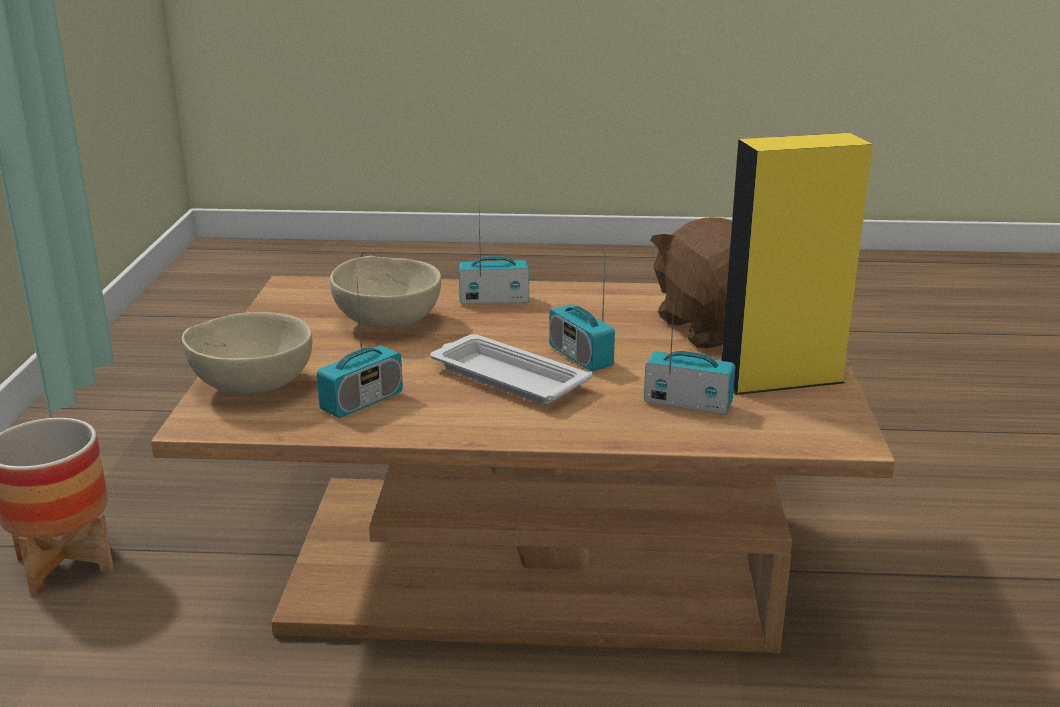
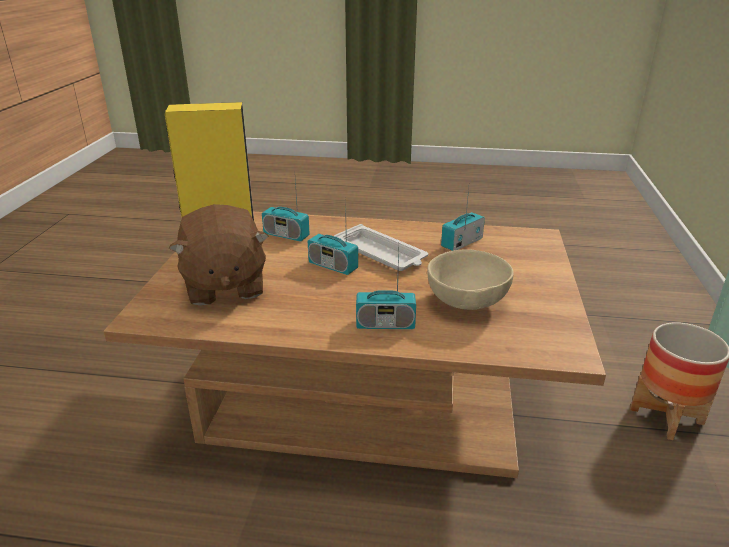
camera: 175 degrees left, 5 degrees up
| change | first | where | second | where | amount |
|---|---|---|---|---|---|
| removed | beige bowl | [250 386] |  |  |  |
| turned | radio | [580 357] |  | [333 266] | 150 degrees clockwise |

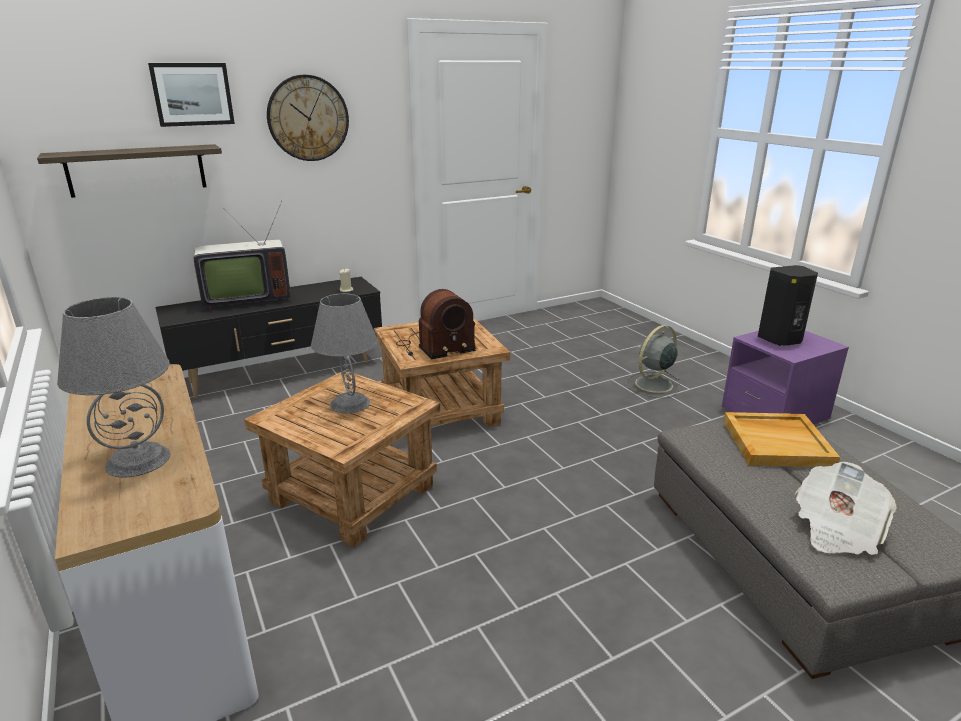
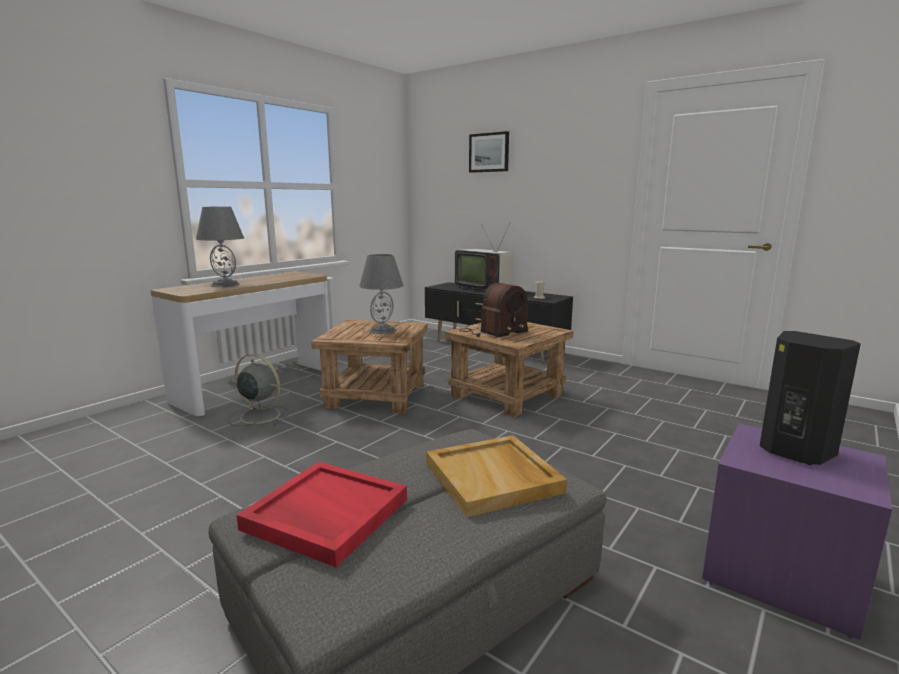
camera: 65 degrees right, 10 degrees down
| change | first | where | second | where | amount |
|---|---|---|---|---|---|
| removed | shelf | [137 170] |  |  |  |
| removed | wall clock | [308 118] |  |  |  |
| moved | grey fan | [652 385] |  | [258 416] |  |
| replaced | newspaper | [836 529] | red tray | [324 514] |  |
| turned | radio | [434 347] |  | [492 332] | 75 degrees counterclockwise |

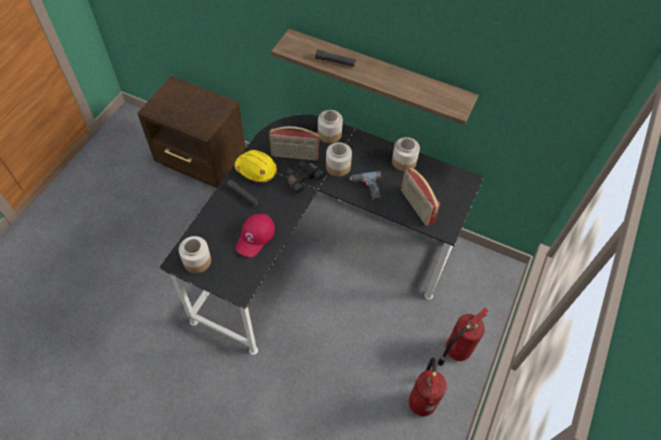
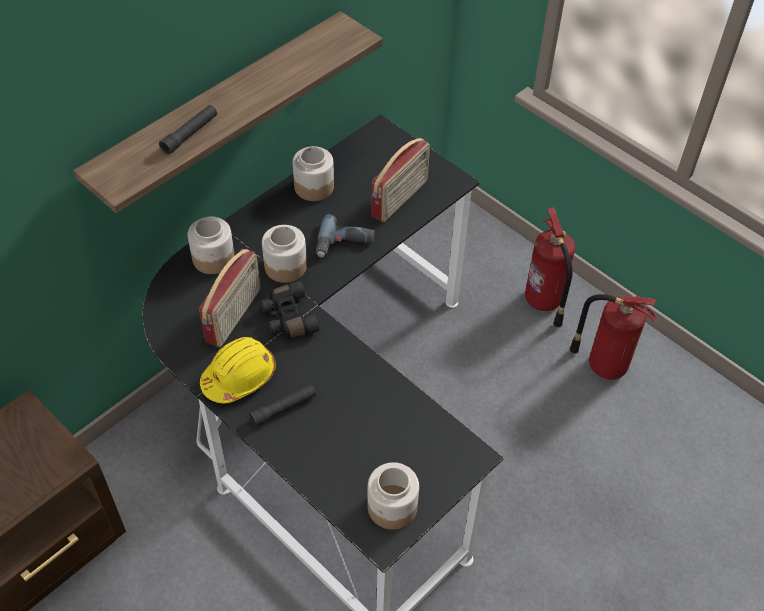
camera: 70 degrees left, 5 degrees down
| change | first | where | second | where | amount |
|---|---|---|---|---|---|
| removed | red cap | [255 237] |  |  |  |
| turned | radio | [416 206] |  | [400 199] | 45 degrees counterclockwise |

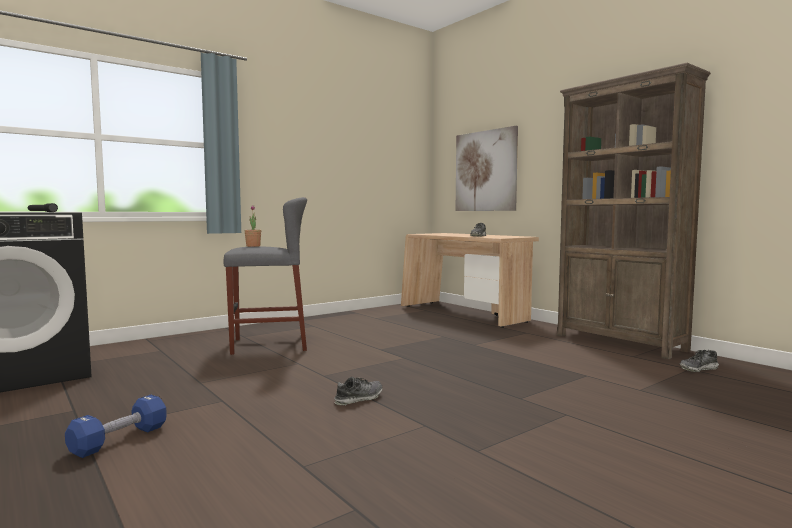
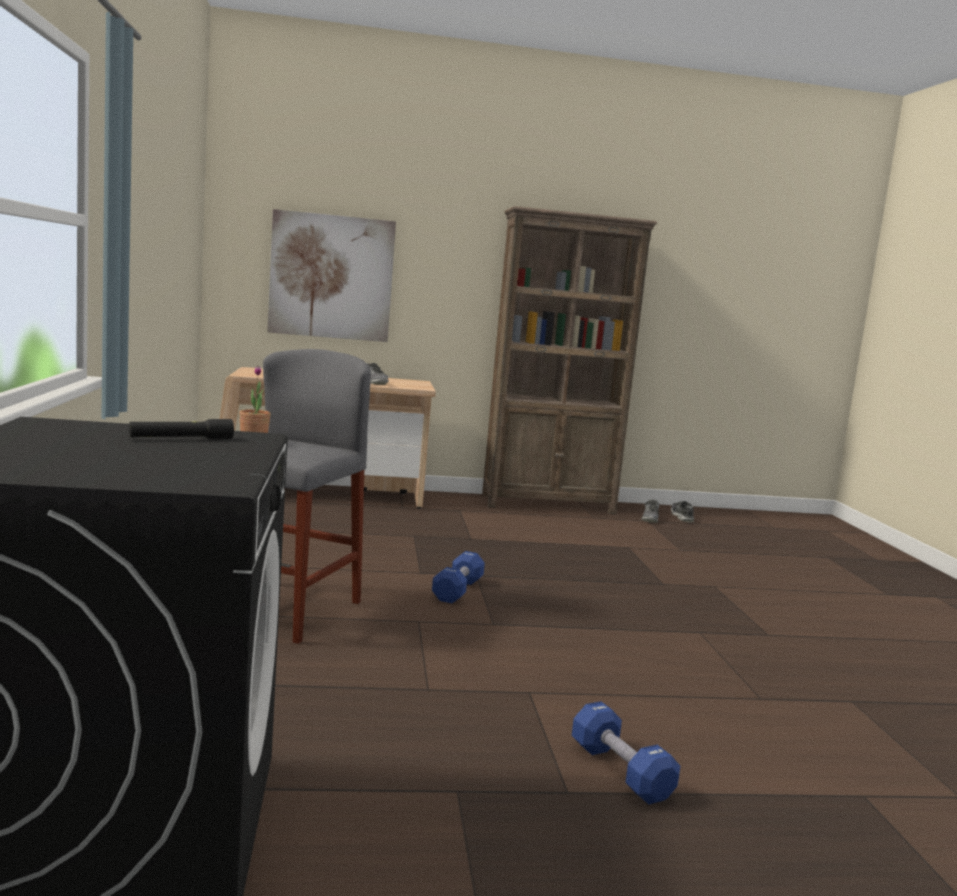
camera: 60 degrees left, 5 degrees up
| change | first | where | second | where | amount |
|---|---|---|---|---|---|
| added |  |  | blue dumbbell | [457 590] |  |
| moved | shoe | [359 399] |  | [681 517] |  |

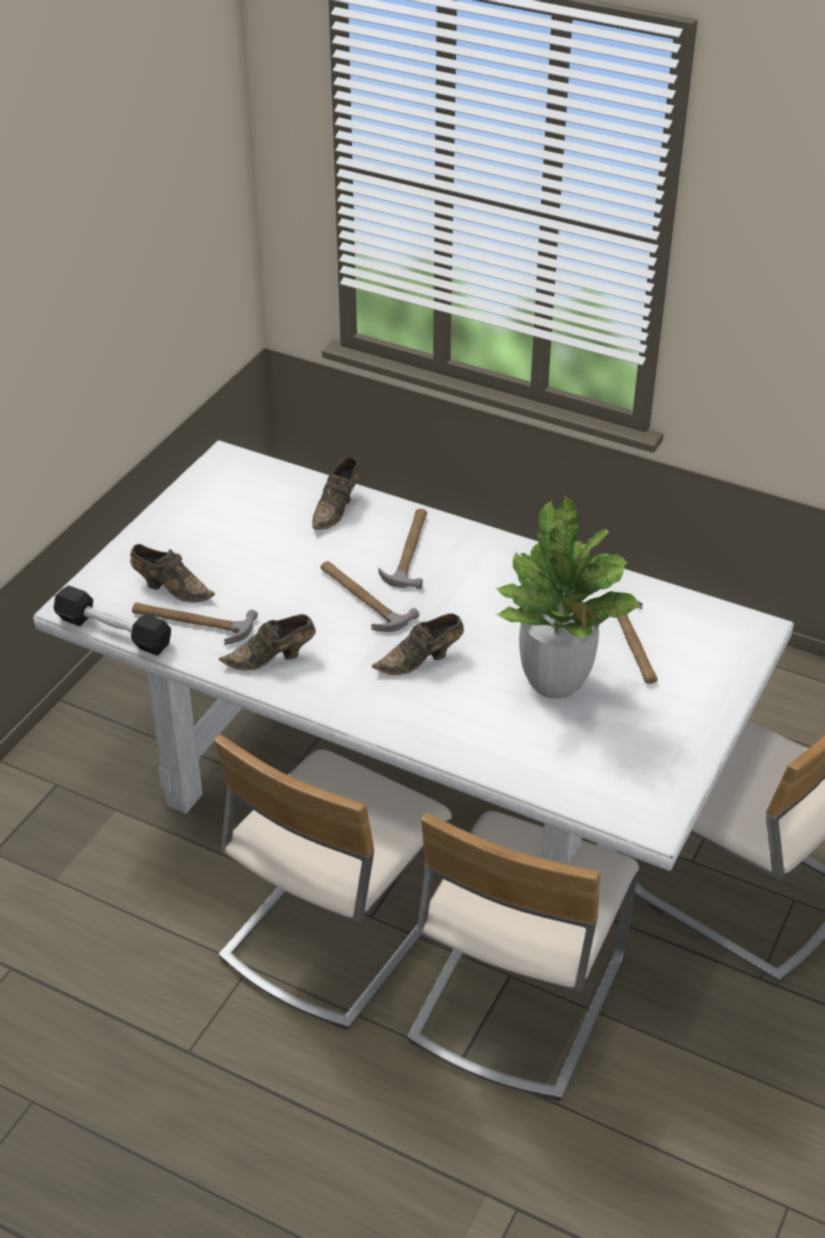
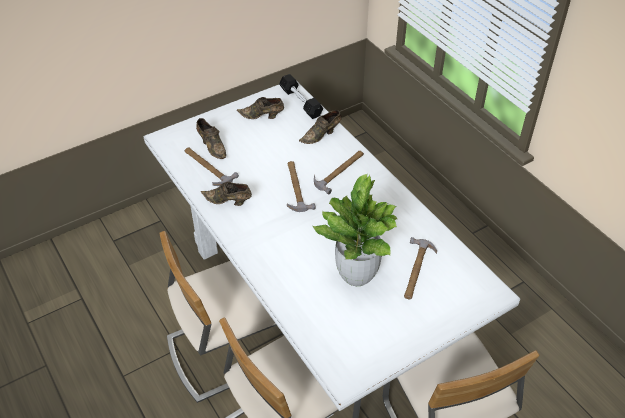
camera: 30 degrees right, 5 degrees up
| change | first | where | second | where | amount |
|---|---|---|---|---|---|
| moved | black dumbbell | [114 632] |  | [300 102] |  |
| moved | brown shoe | [421 660] |  | [262 116] |  |

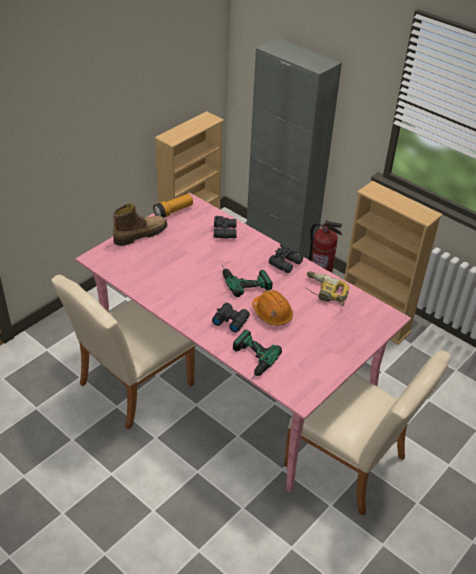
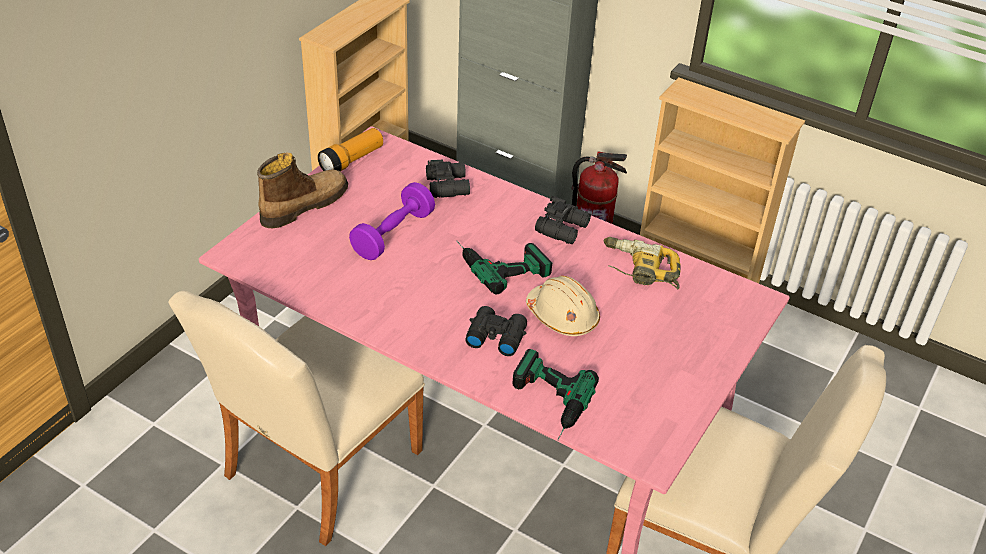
camera: 10 degrees left, 0 degrees up
| change | first | where | second | where | amount |
|---|---|---|---|---|---|
| added |  |  | purple dumbbell | [393 234] |  |
| recoloured | orange hard hat | [272 313] | beige hard hat | [562 316] |  |

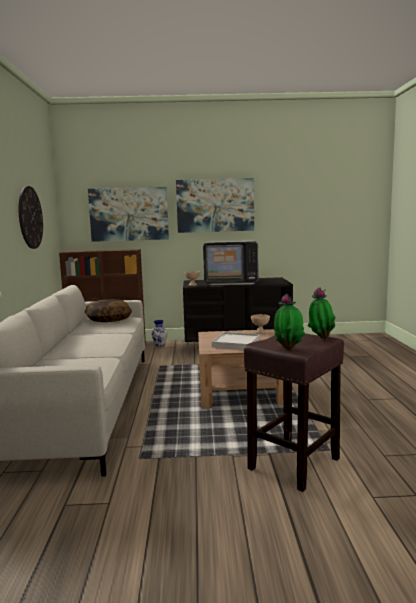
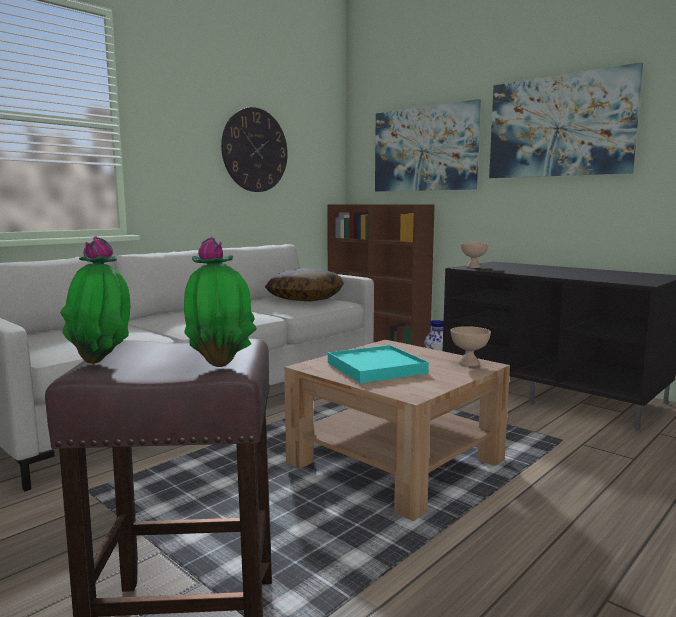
camera: 45 degrees right, 0 degrees up
| change | first | where | second | where | amount |
|---|---|---|---|---|---|
| removed | television | [231 282] |  |  |  |
| recoloured | white tray | [236 343] | turquoise tray | [376 368] |  |

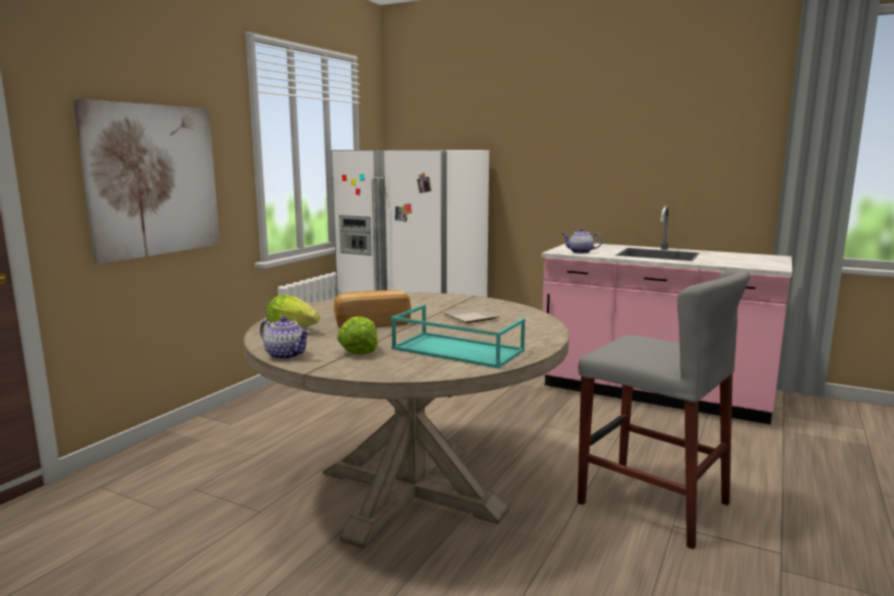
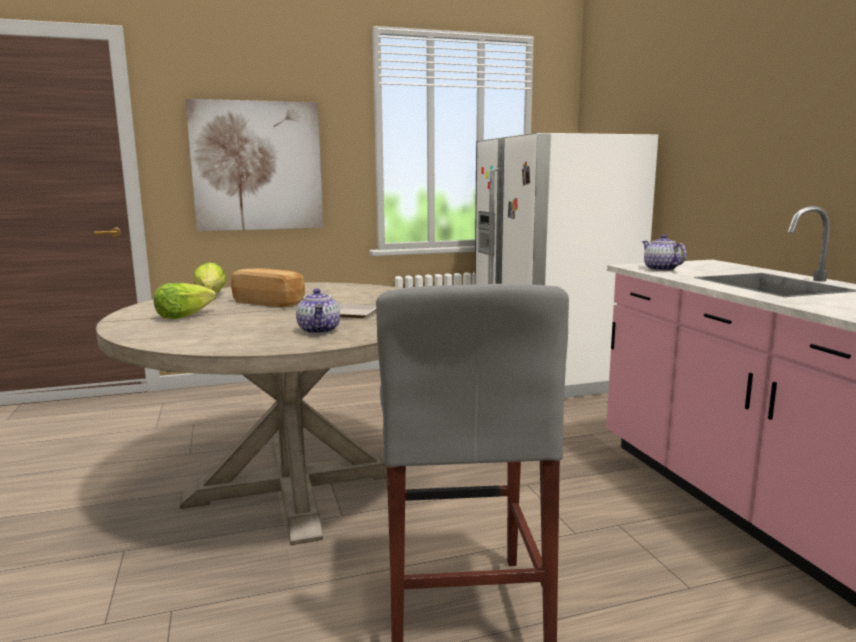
camera: 45 degrees right, 0 degrees up
| change | first | where | second | where | amount |
|---|---|---|---|---|---|
| removed | turquoise tray | [455 350] |  |  |  |
| moved | teapot | [287 355] |  | [320 331] |  |

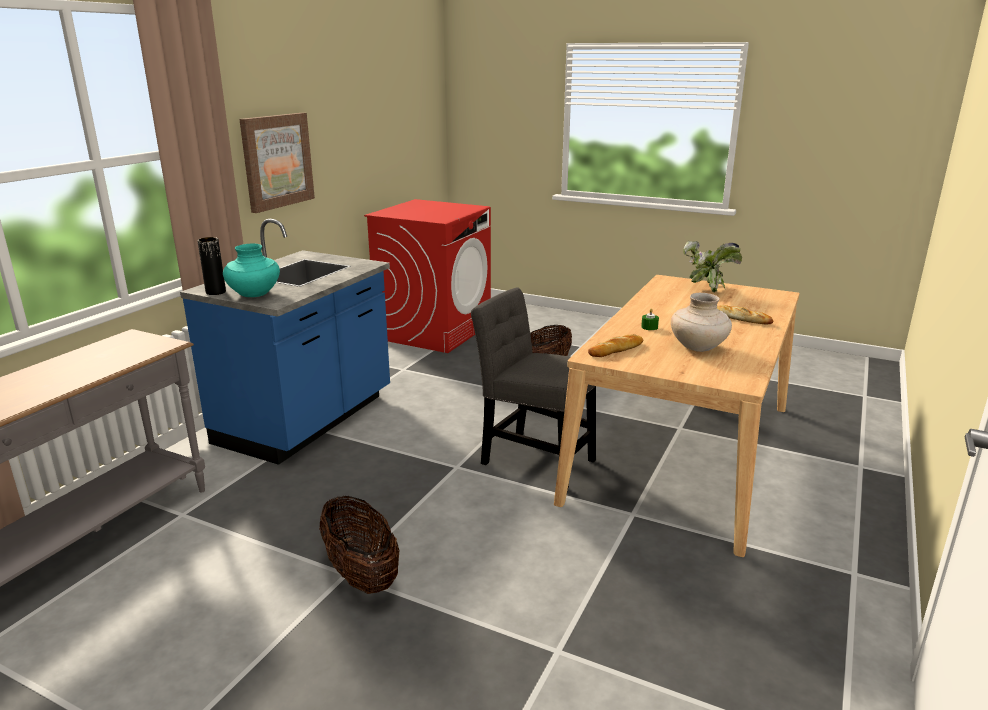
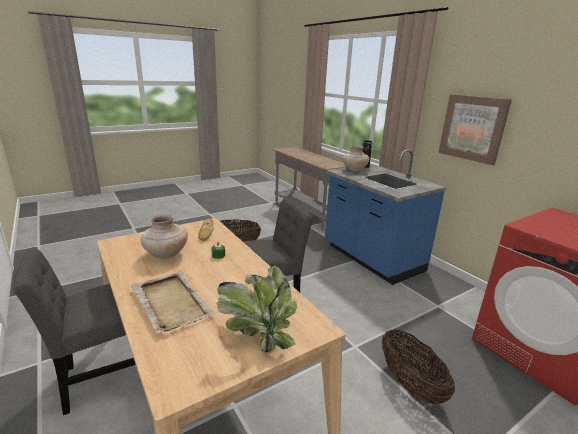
camera: 120 degrees right, 0 degrees up
| change | first | where | second | where | amount |
|---|---|---|---|---|---|
| added |  |  | grey chair | [104 377] |  |
| replaced | bread | [740 318] | beige tray | [171 302] |  |
| recoloured | turquoise vase | [254 294] | beige vase | [354 170] |  |

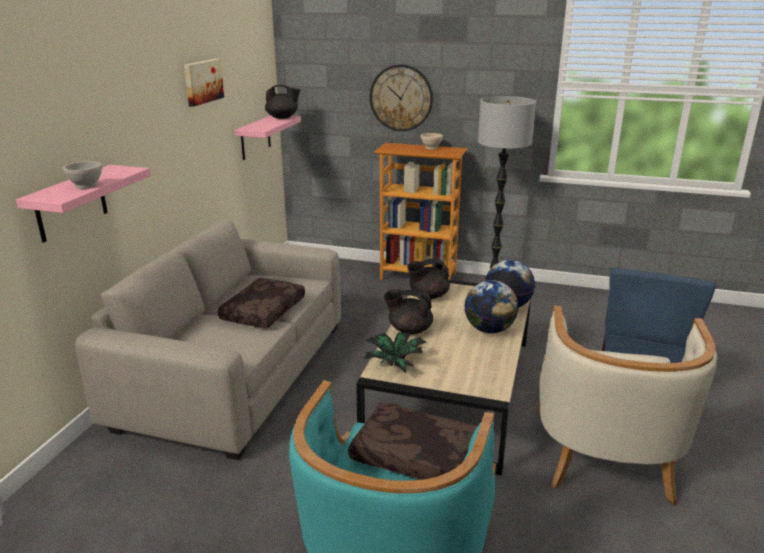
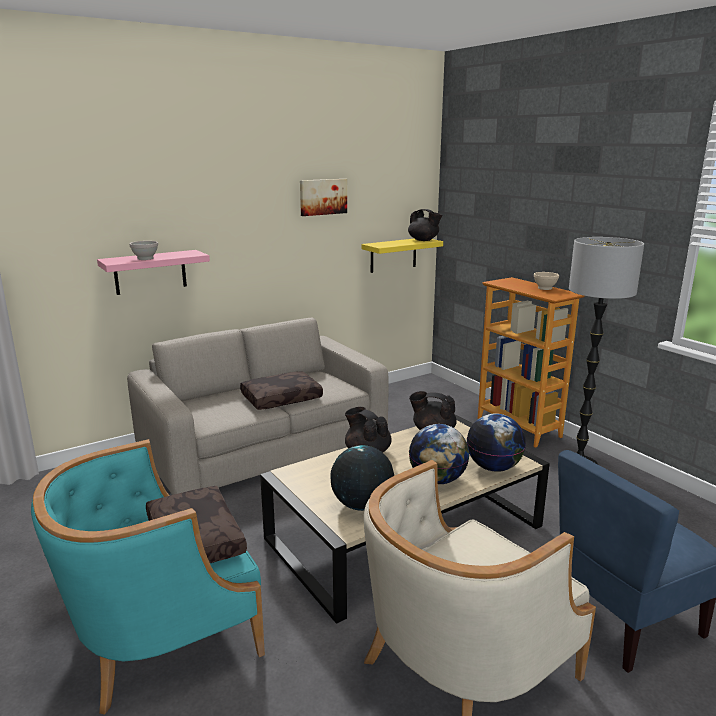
camera: 40 degrees right, 5 degrees down
| change | first | where | second | where | amount |
|---|---|---|---|---|---|
| removed | potted plant | [395 363] |  |  |  |
| removed | wall clock | [401 98] |  |  |  |
| added |  |  | globe | [362 505] |  |
| recoloured | pink shelf | [255 137] | yellow shelf | [393 255] |  |

